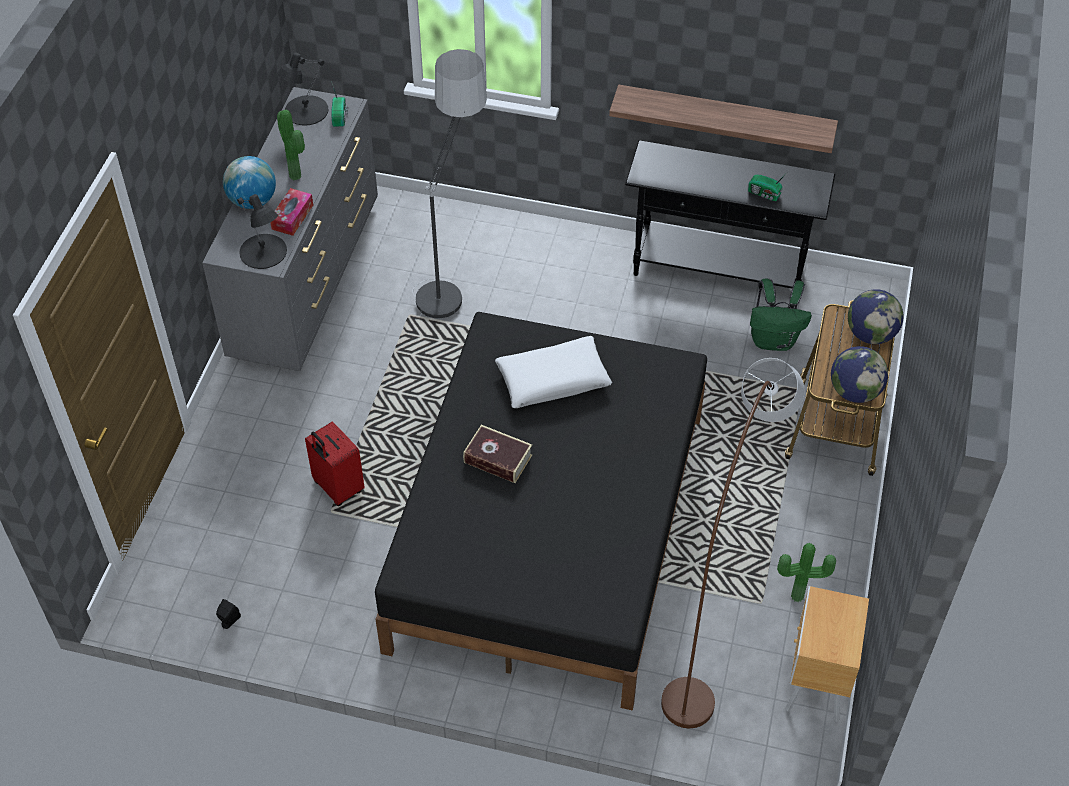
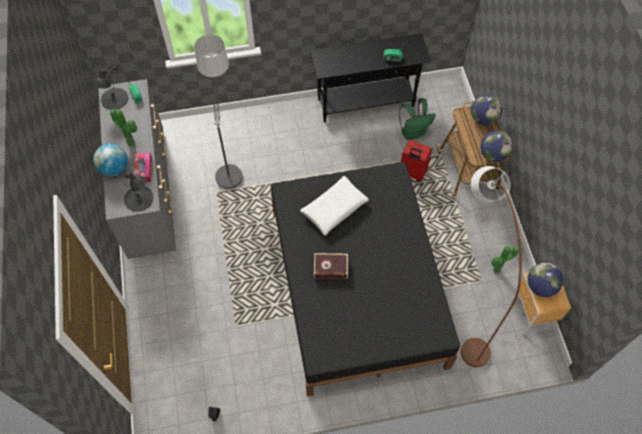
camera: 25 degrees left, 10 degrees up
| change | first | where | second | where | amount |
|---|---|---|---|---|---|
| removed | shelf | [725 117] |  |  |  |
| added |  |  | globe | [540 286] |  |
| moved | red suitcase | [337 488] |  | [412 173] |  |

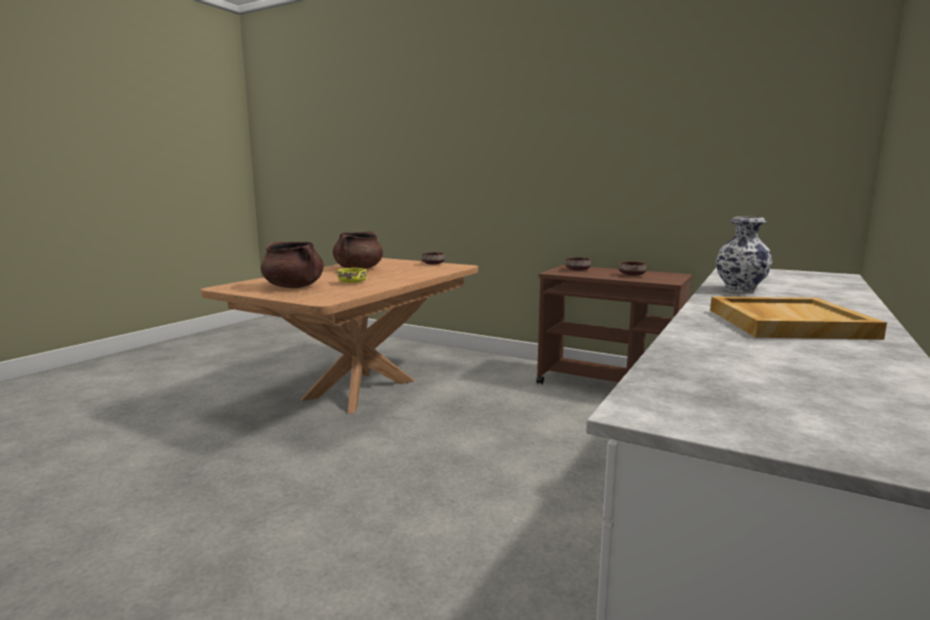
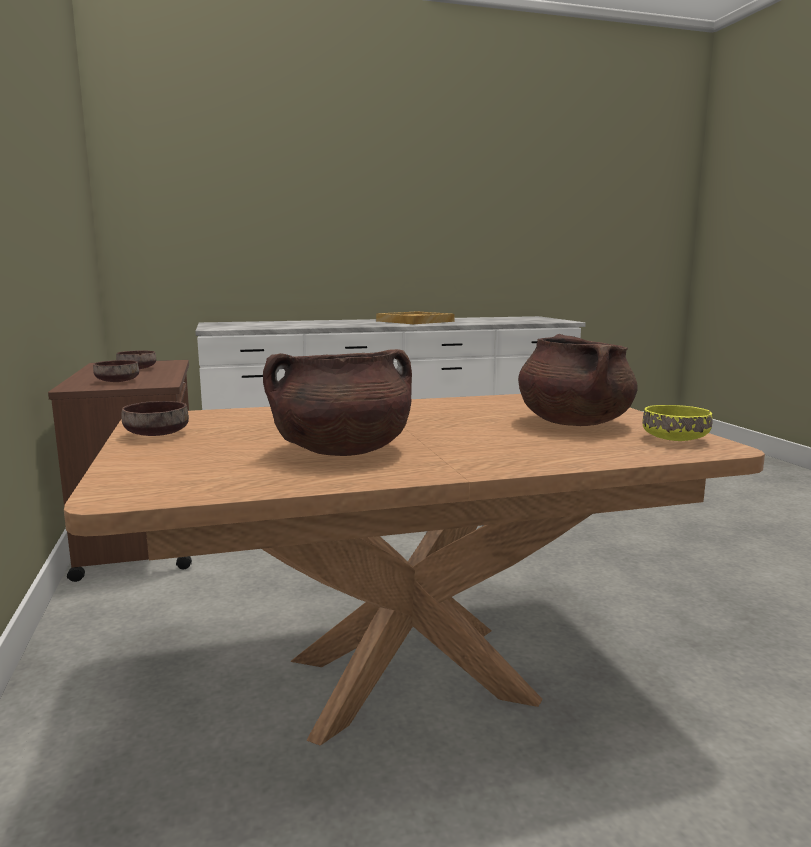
camera: 135 degrees left, 0 degrees up
| change | first | where | second | where | amount |
|---|---|---|---|---|---|
| removed | vase | [740 289] |  |  |  |
| moved | yellow bowl | [353 283] |  | [673 439] |  |

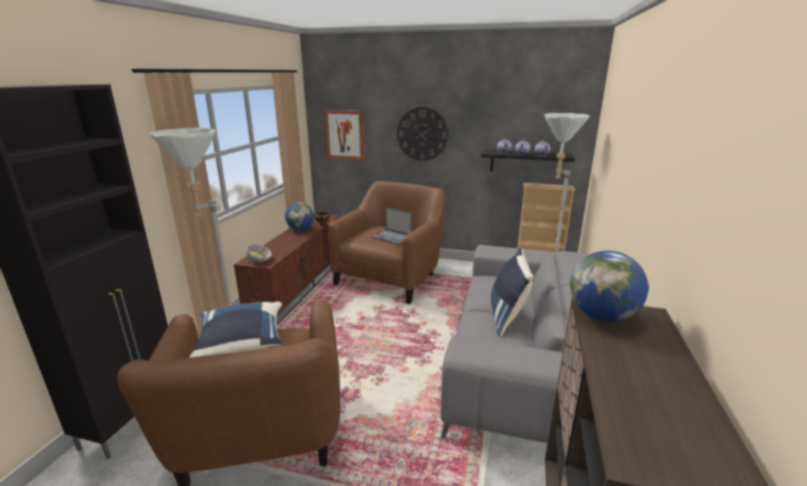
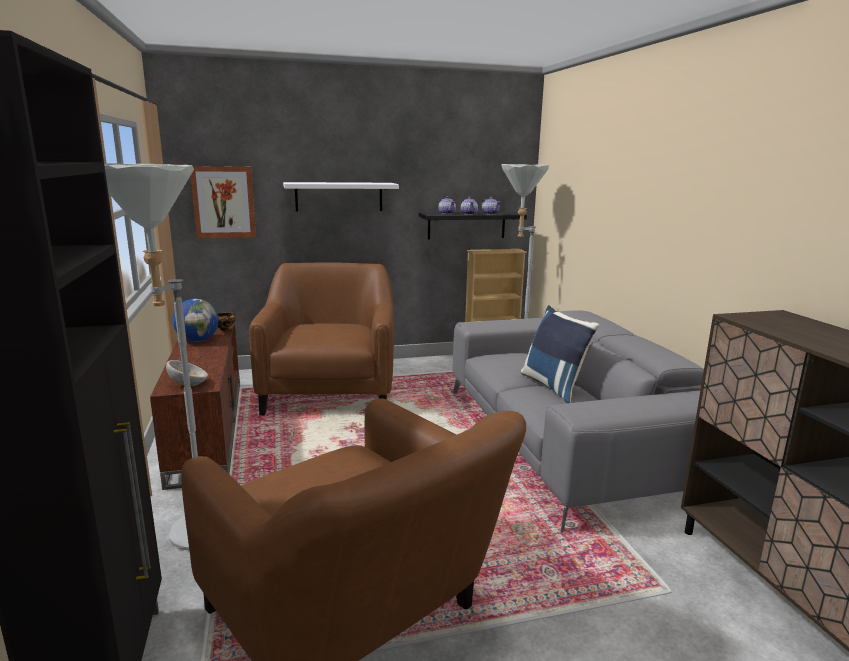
camera: 30 degrees left, 5 degrees down
| change | first | where | second | where | amount |
|---|---|---|---|---|---|
| removed | blue pillow | [241 343] |  |  |  |
| removed | laptop | [392 237] |  |  |  |
| removed | globe | [602 316] |  |  |  |
| replaced | wall clock | [422 134] | white shelf | [339 196] |  |

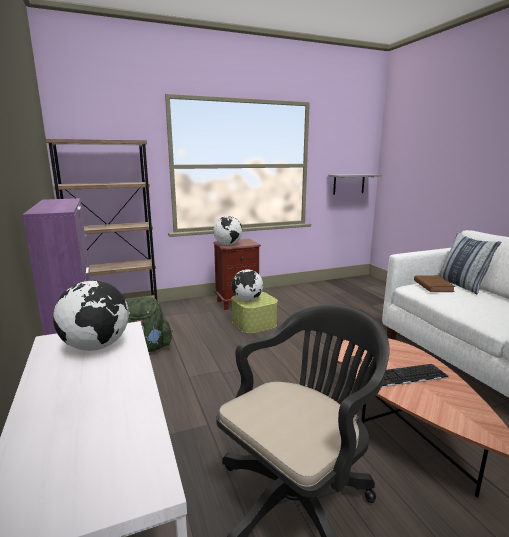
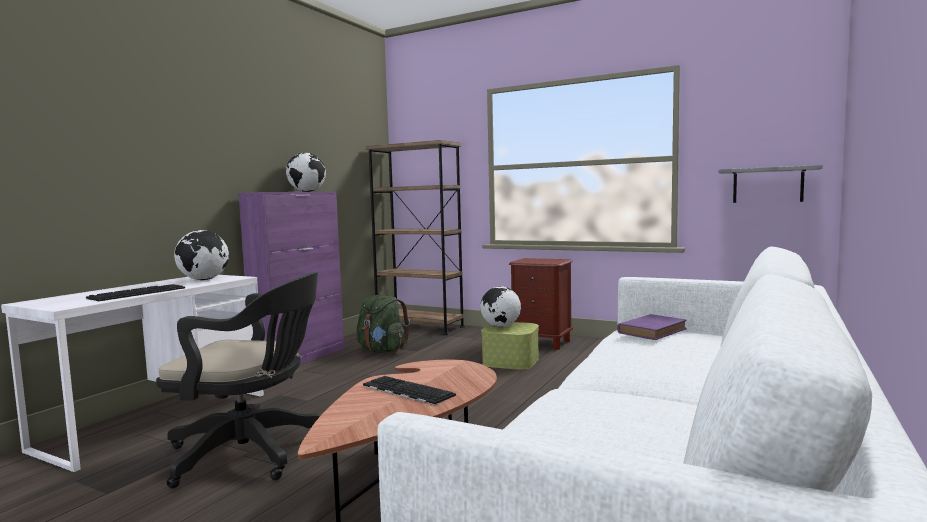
camera: 50 degrees right, 10 degrees down
| change | first | where | second | where | amount |
|---|---|---|---|---|---|
| removed | pillow | [461 285] |  |  |  |
| added |  |  | keyboard | [138 293] |  |
| moved | globe | [228 244] |  | [307 191] |  |
| recoloured | brown book | [432 286] | purple book | [653 331] |  |

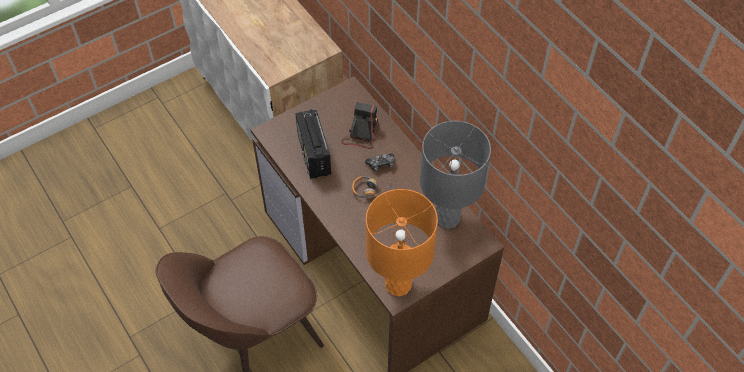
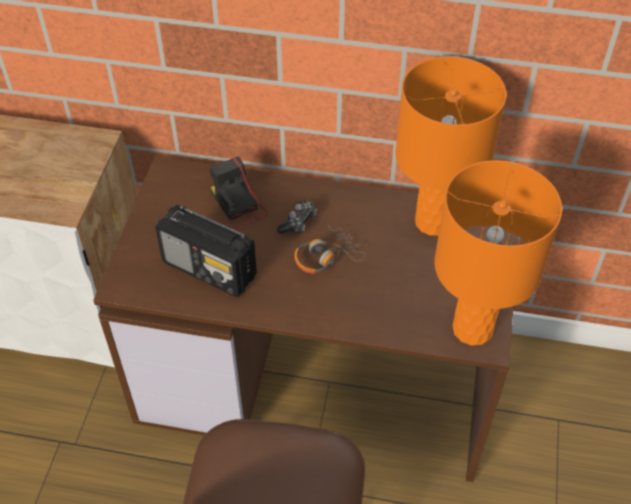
camera: 45 degrees left, 5 degrees down
| change | first | where | second | where | amount |
|---|---|---|---|---|---|
| recoloured | grey table lamp | [447 217] | orange table lamp | [432 222] |  |

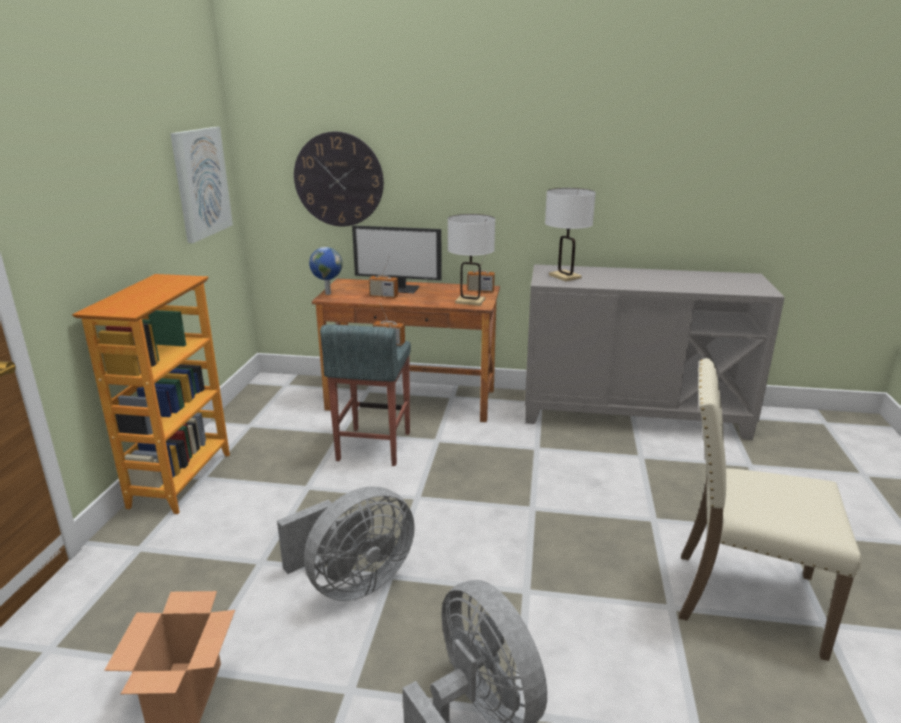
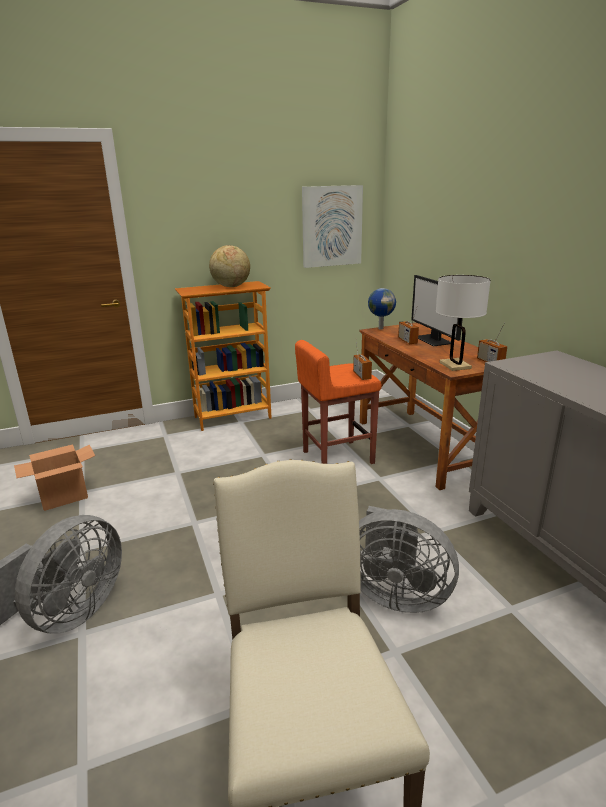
camera: 60 degrees right, 0 degrees up
| change | first | where | second | where | amount |
|---|---|---|---|---|---|
| removed | wall clock | [338 179] |  |  |  |
| removed | white table lamp | [565 276] |  |  |  |
| added |  |  | globe | [231 286] |  |
| moved | grey fan | [352 583] |  | [395 594] |  |
| recoloured | grey stool | [373 447] | orange stool | [336 457] |  |

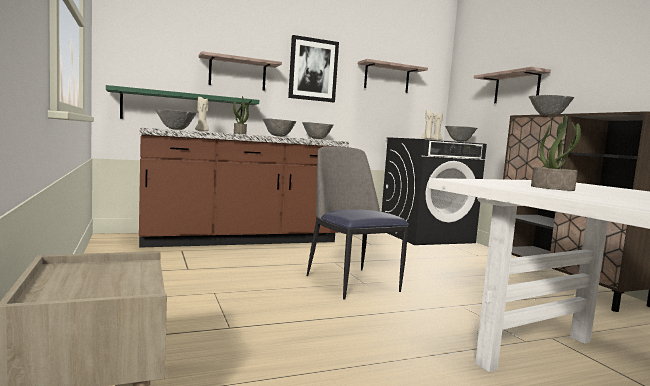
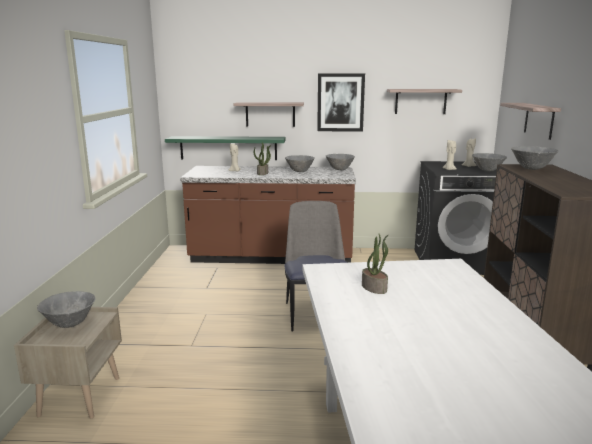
camera: 25 degrees right, 10 degrees up
| change | first | where | second | where | amount |
|---|---|---|---|---|---|
| moved | grey bowl | [176 129] |  | [70 324] |  |

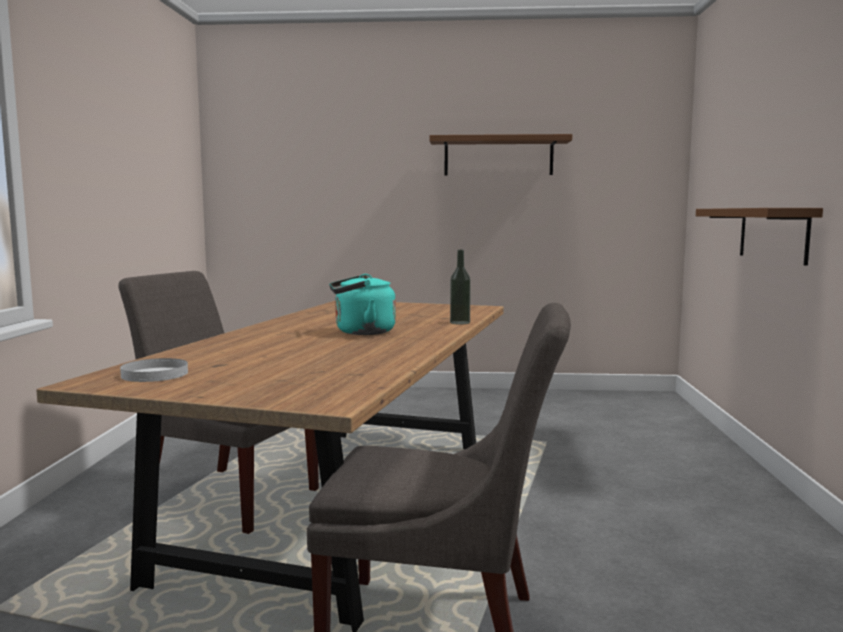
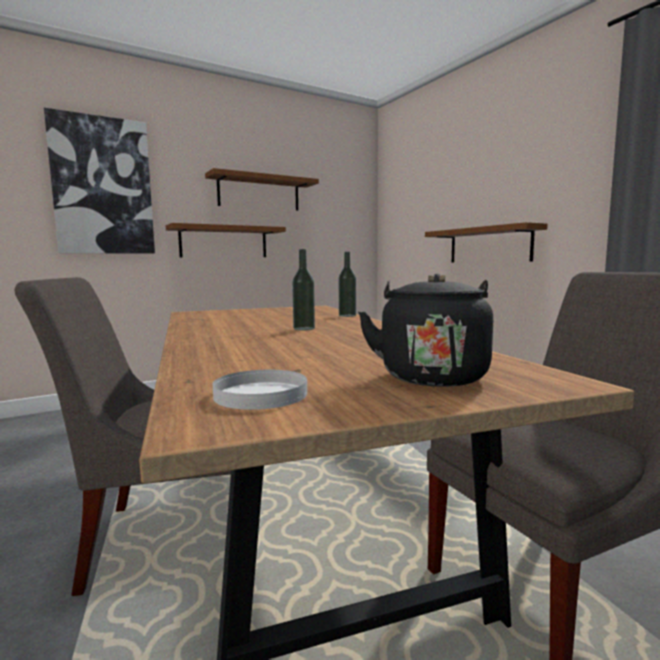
camera: 35 degrees left, 0 degrees up
| change | first | where | second | where | amount |
|---|---|---|---|---|---|
| added |  |  | picture | [102 186] |  |
| added |  |  | brown shelf | [224 242] |  |
| added |  |  | black kettle | [431 375] |  |
| replaced | turquoise kettle | [361 332] | bottle | [304 328] |  |

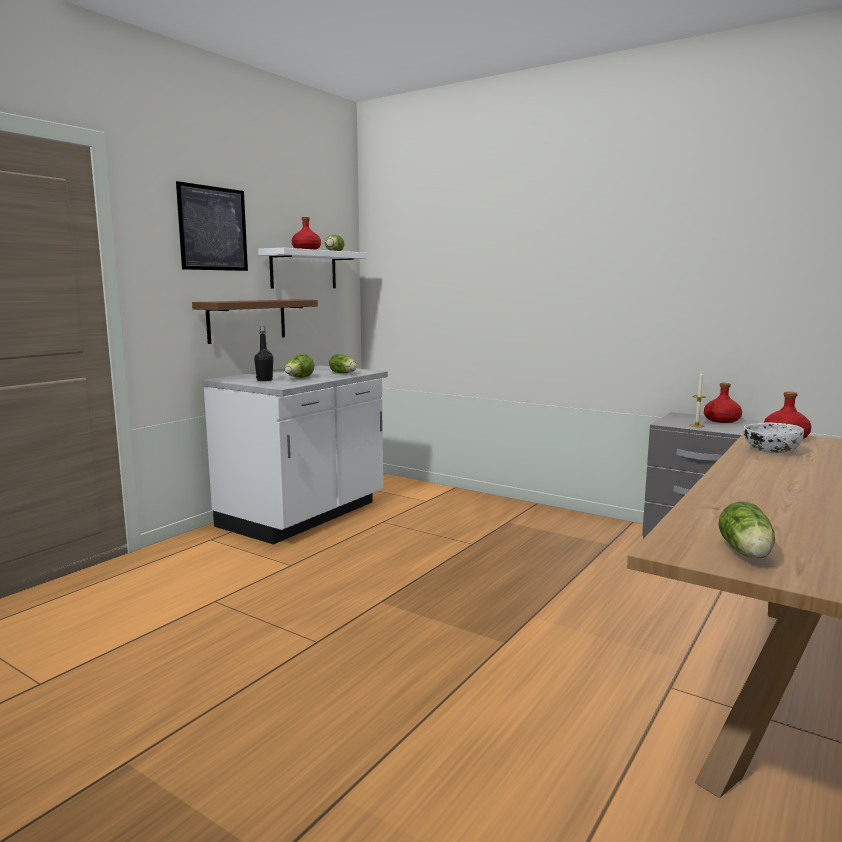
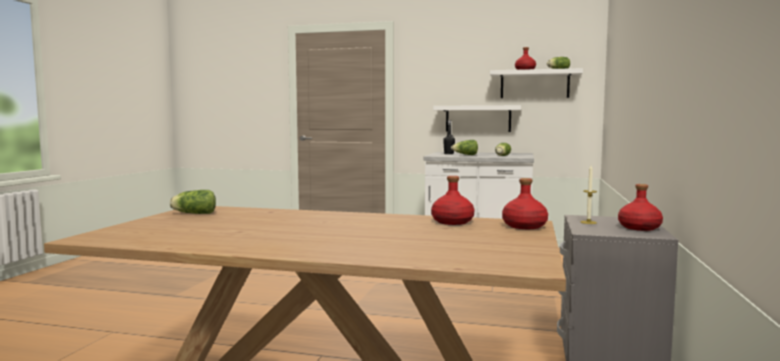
camera: 70 degrees right, 5 degrees down
| change | first | where | second | where | amount |
|---|---|---|---|---|---|
| removed | picture | [213 228] |  |  |  |
| replaced | white bowl | [770 450] | red bottle | [452 222] |  |
| recoloured | brown shelf | [247 320] | white shelf | [478 118] |  |

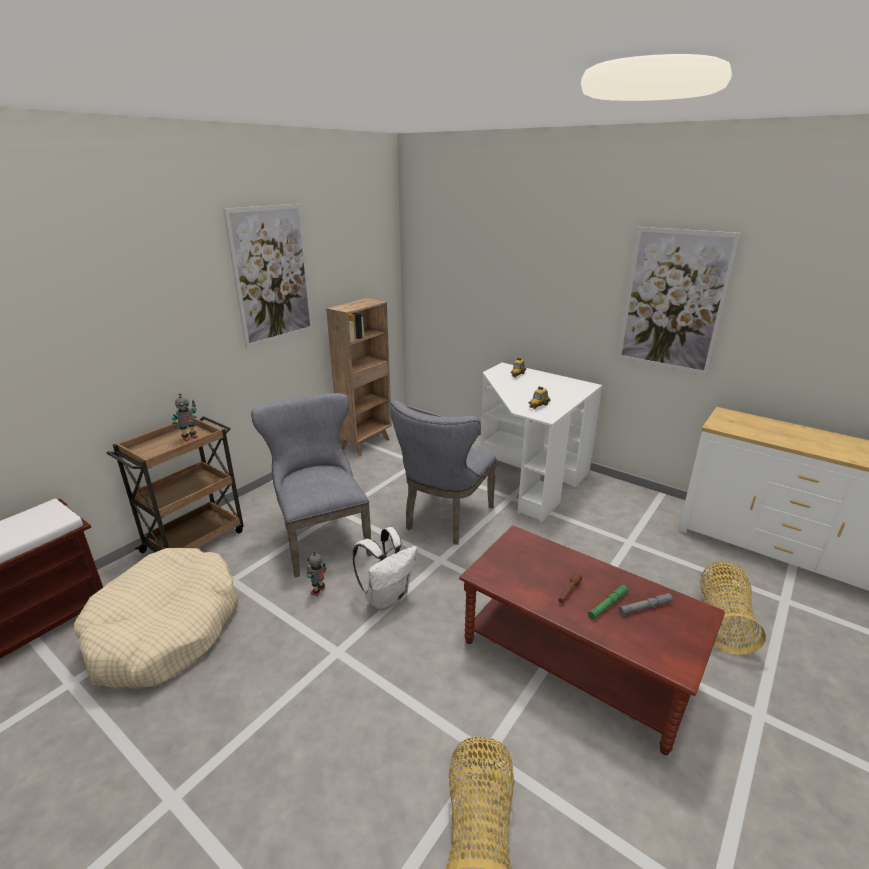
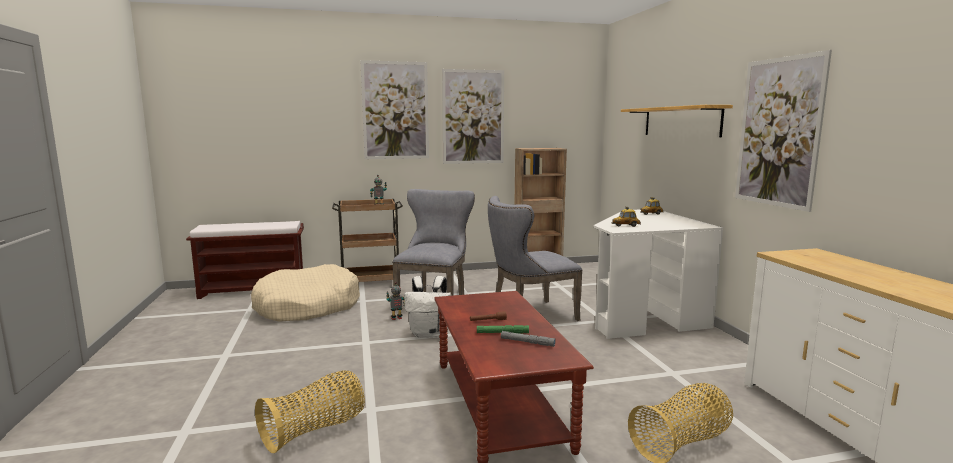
camera: 40 degrees right, 15 degrees down
| change | first | where | second | where | amount |
|---|---|---|---|---|---|
| added |  |  | picture | [395 110] |  |
| added |  |  | shelf | [681 121] |  |

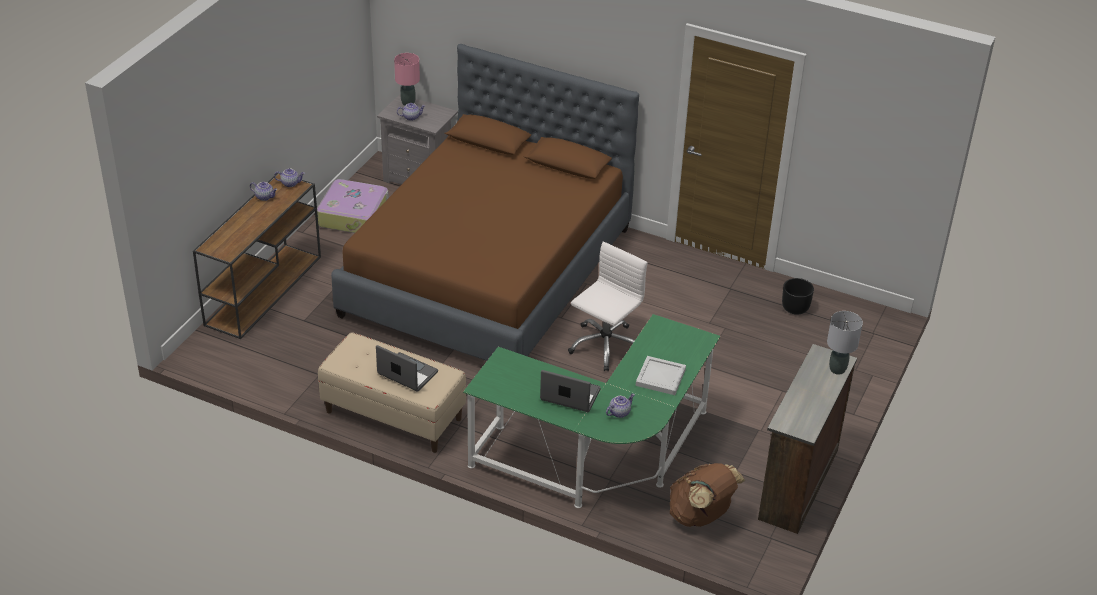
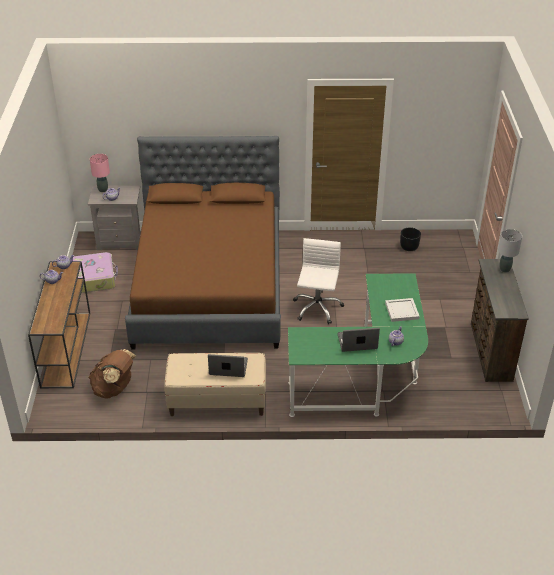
camera: 25 degrees left, 0 degrees up
| change | first | where | second | where | amount |
|---|---|---|---|---|---|
| moved | brown backpack | [701 516] |  | [114 389] |  |

